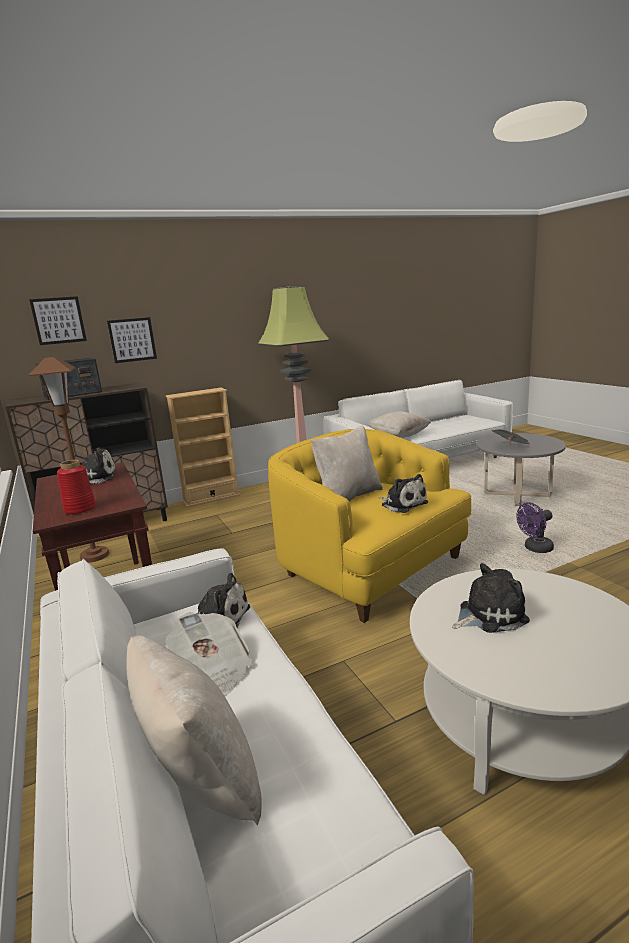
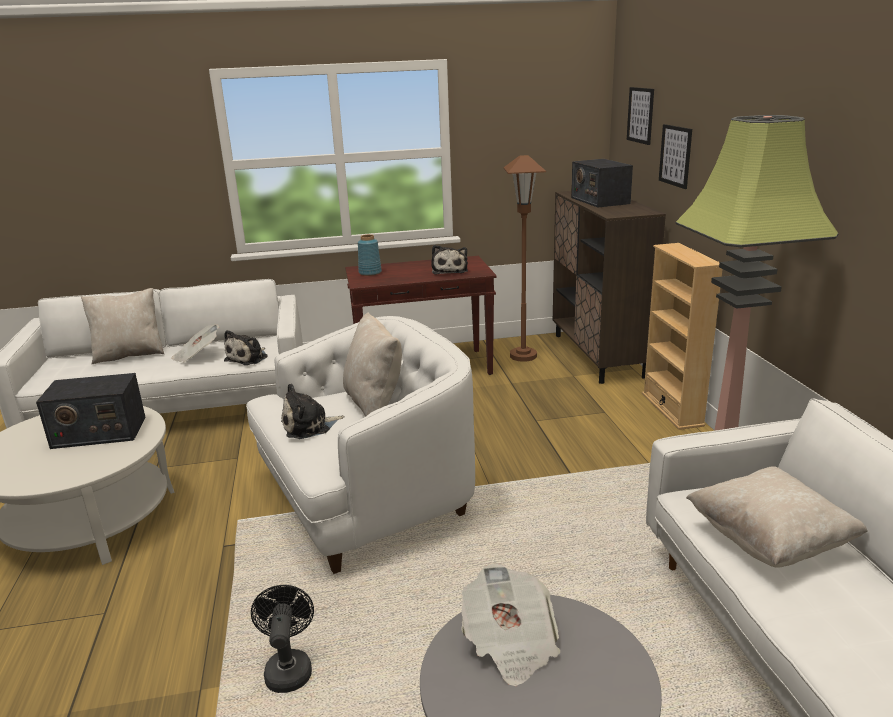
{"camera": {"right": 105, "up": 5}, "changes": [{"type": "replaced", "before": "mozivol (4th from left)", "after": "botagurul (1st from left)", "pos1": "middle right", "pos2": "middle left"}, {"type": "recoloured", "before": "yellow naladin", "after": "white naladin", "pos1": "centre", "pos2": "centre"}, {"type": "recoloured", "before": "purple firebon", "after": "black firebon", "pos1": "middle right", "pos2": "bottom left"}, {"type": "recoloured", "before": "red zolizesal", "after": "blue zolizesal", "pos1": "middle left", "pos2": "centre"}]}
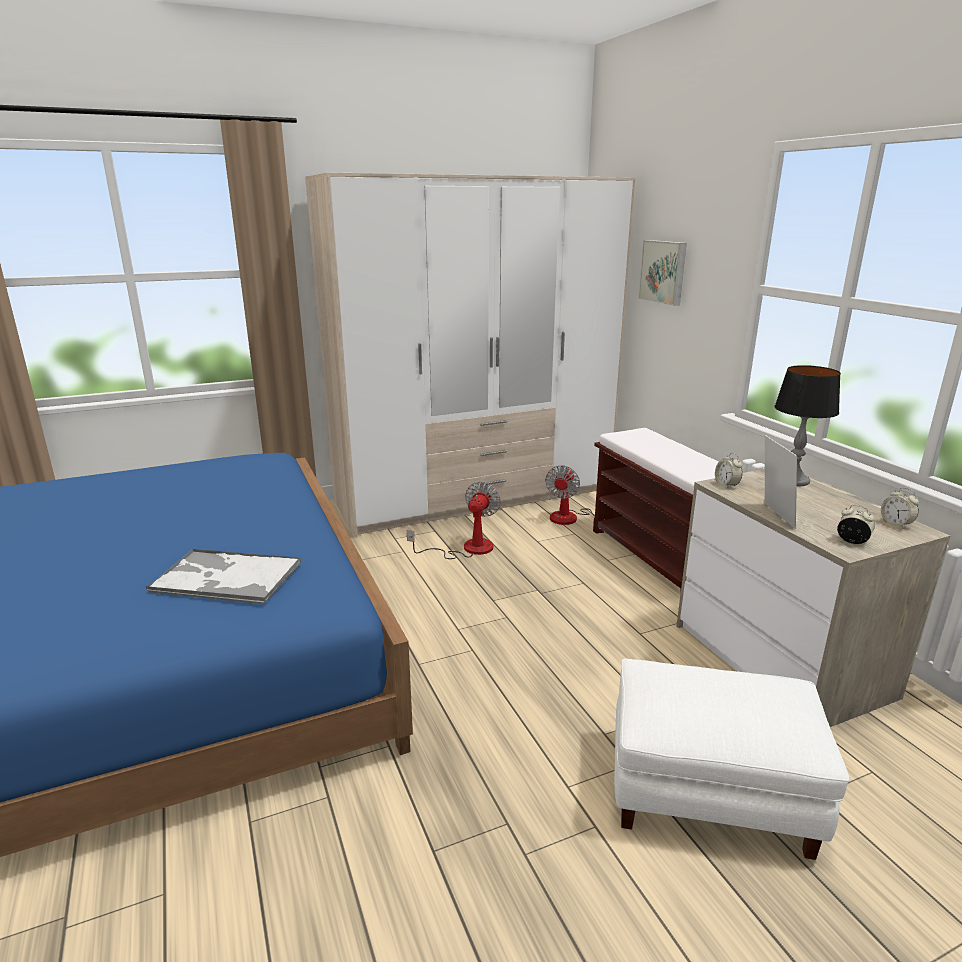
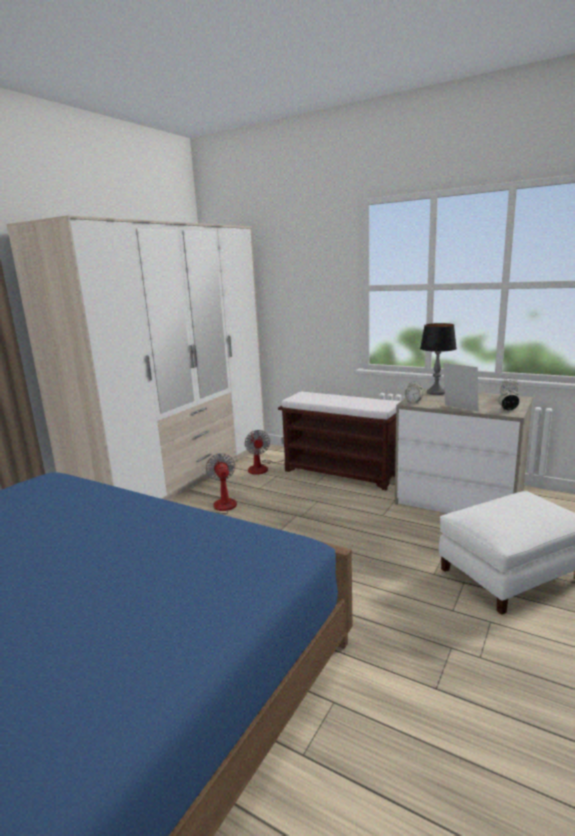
{"camera": {"right": -35, "up": -5}, "changes": [{"type": "removed", "before": "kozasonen", "pos1": "middle left"}, {"type": "removed", "before": "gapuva", "pos1": "top right"}]}
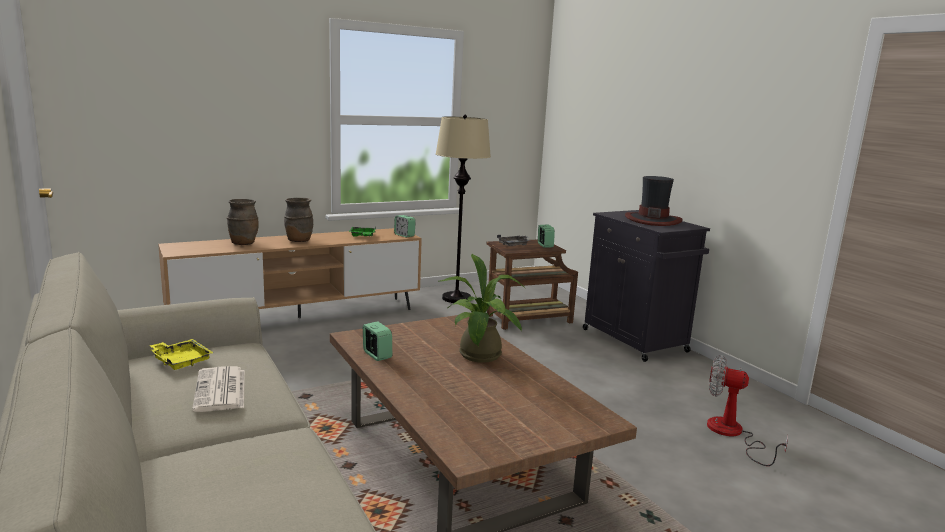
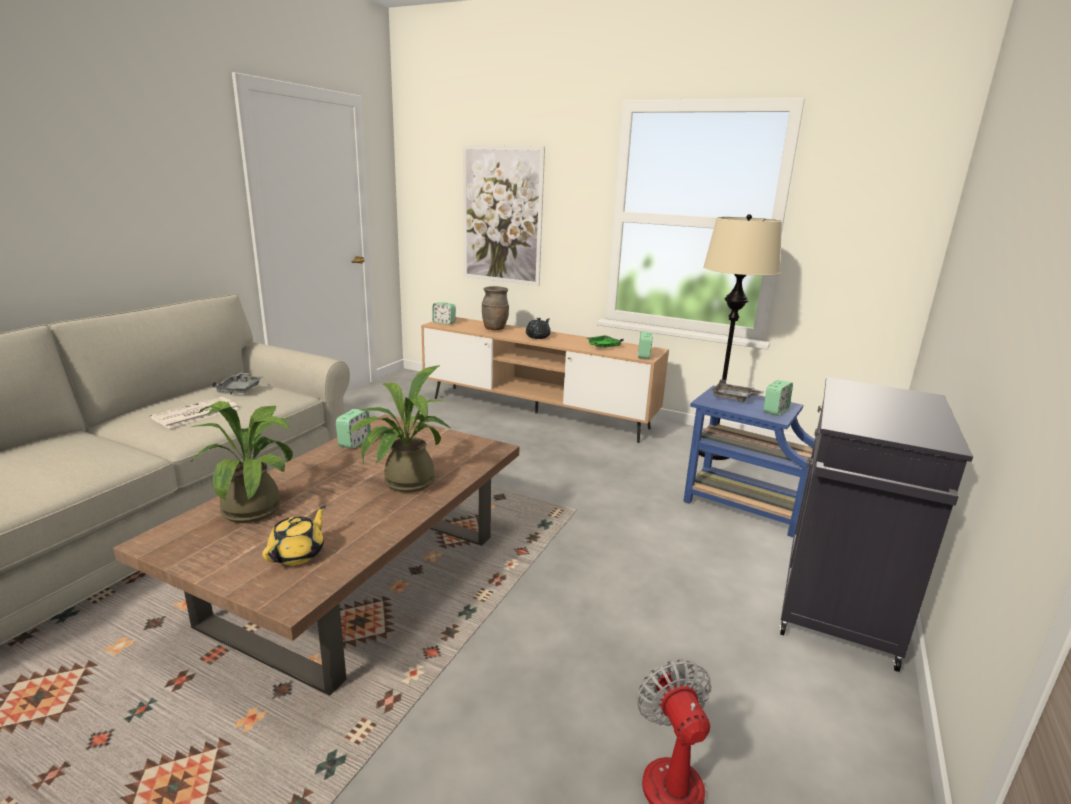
{"camera": {"right": 55, "up": 5}, "changes": [{"type": "added", "after": "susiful (1st from left)", "pos2": "middle left"}, {"type": "recoloured", "before": "yellow kozasonen", "after": "grey kozasonen (1st from left)", "pos1": "middle left", "pos2": "middle left"}, {"type": "added", "after": "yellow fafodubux", "pos2": "middle left"}, {"type": "added", "after": "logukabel (2nd from left)", "pos2": "centre"}, {"type": "added", "after": "gapuva", "pos2": "top centre"}, {"type": "replaced", "before": "brown zolizesal (2nd from left)", "after": "black fafodubux", "pos1": "middle left", "pos2": "centre"}, {"type": "recoloured", "before": "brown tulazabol", "after": "blue tulazabol", "pos1": "centre", "pos2": "middle right"}, {"type": "removed", "before": "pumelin", "pos1": "middle right"}]}
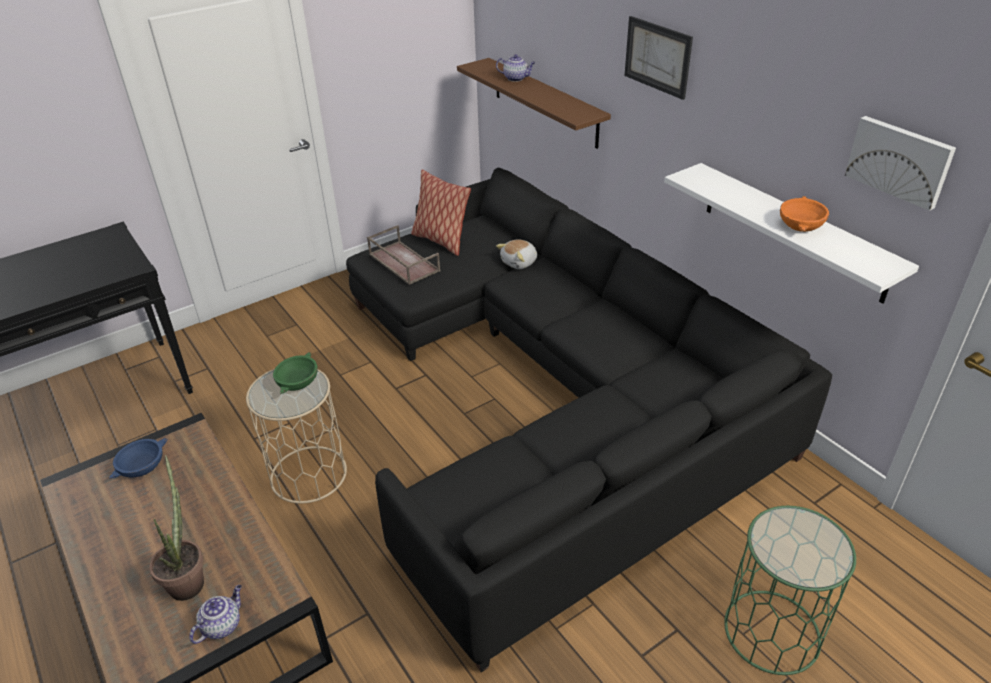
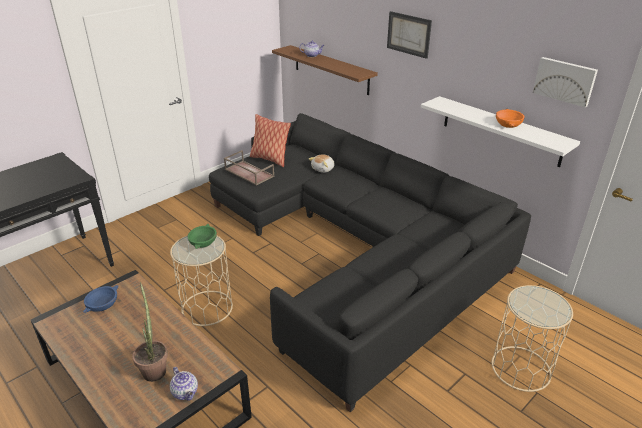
{"camera": {"right": -10, "up": -5}, "changes": [{"type": "turned", "before": "fafodubux (1st from left)", "pos1": "bottom left", "pos2": "bottom left", "turn": 120}, {"type": "recoloured", "before": "green tulazabol", "after": "beige tulazabol (2nd from left)", "pos1": "bottom right", "pos2": "bottom right"}]}
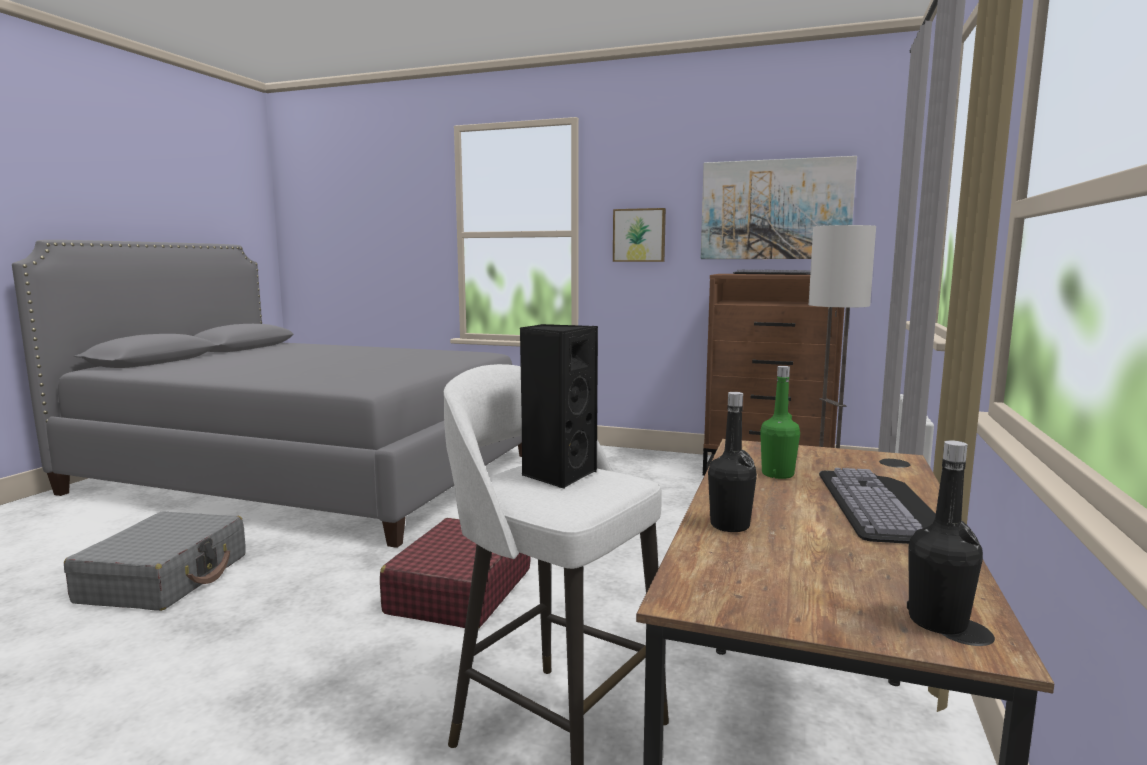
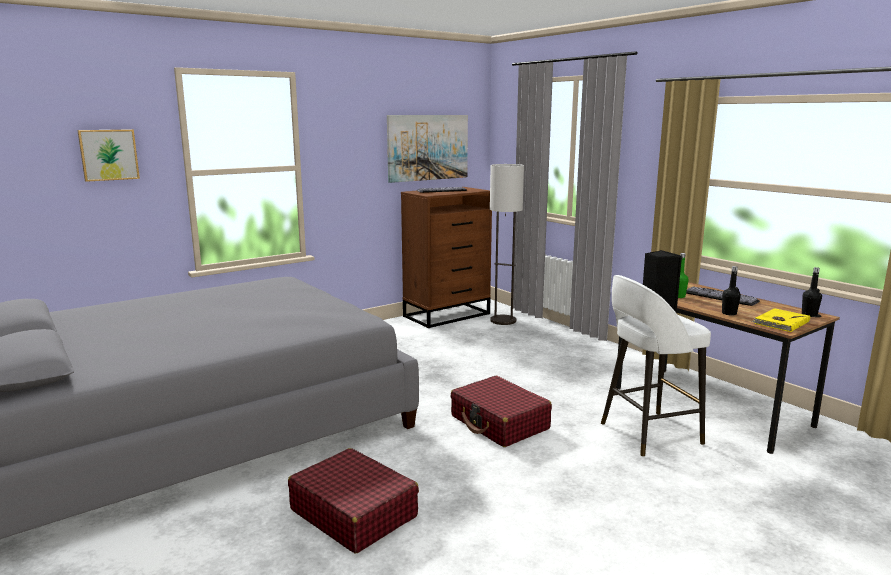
{"camera": {"right": -55, "up": 5}, "changes": [{"type": "moved", "before": "gapuva (1st from left)", "pos1": "top centre", "pos2": "top left"}, {"type": "recoloured", "before": "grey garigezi", "after": "red garigezi (1st from left)", "pos1": "bottom left", "pos2": "bottom centre"}, {"type": "added", "after": "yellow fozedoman", "pos2": "middle right"}]}
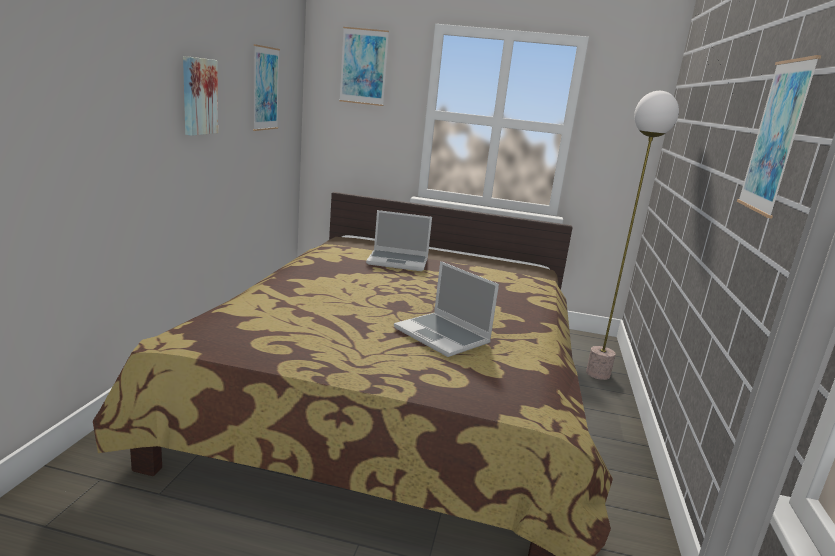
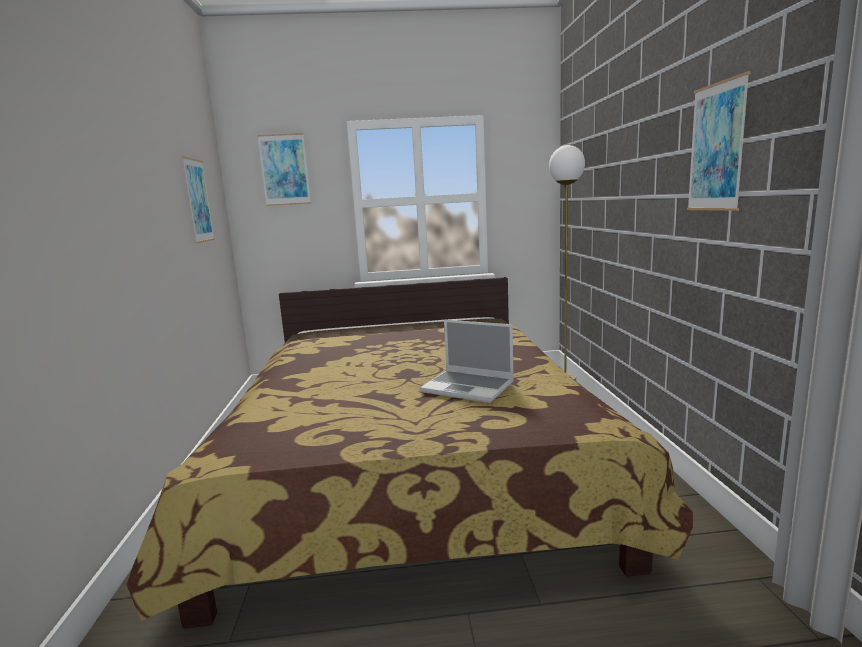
{"camera": {"right": -15, "up": -5}, "changes": [{"type": "removed", "before": "gapuva (1st from left)", "pos1": "top left"}, {"type": "removed", "before": "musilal (1st from left)", "pos1": "centre"}]}
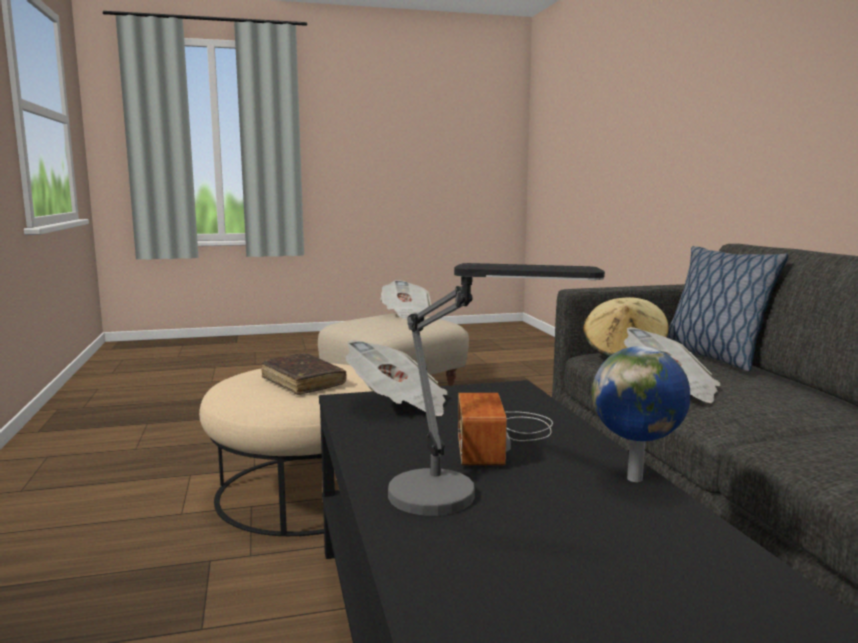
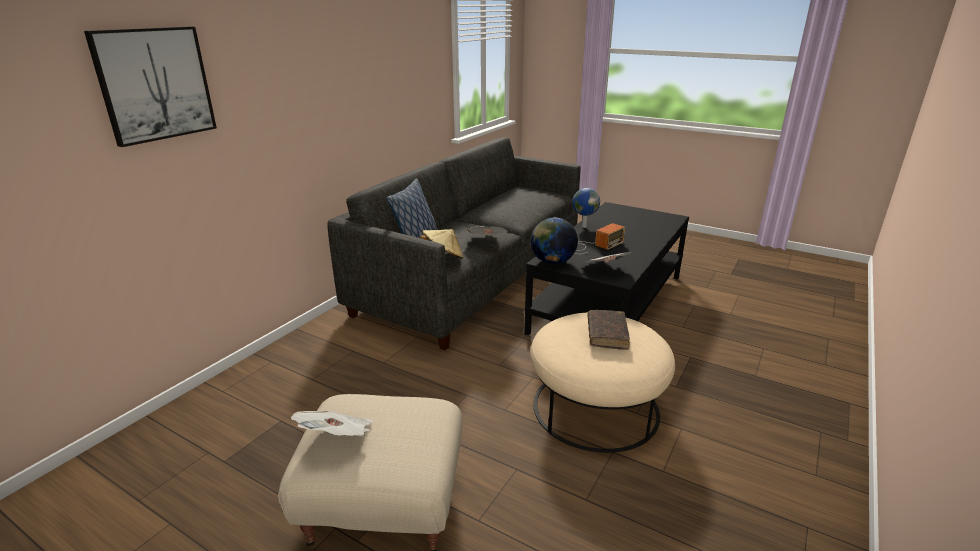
{"camera": {"right": -135, "up": 15}, "changes": [{"type": "added", "after": "gapuva", "pos2": "top left"}, {"type": "added", "after": "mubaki (1st from left)", "pos2": "centre"}, {"type": "removed", "before": "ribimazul", "pos1": "centre"}]}
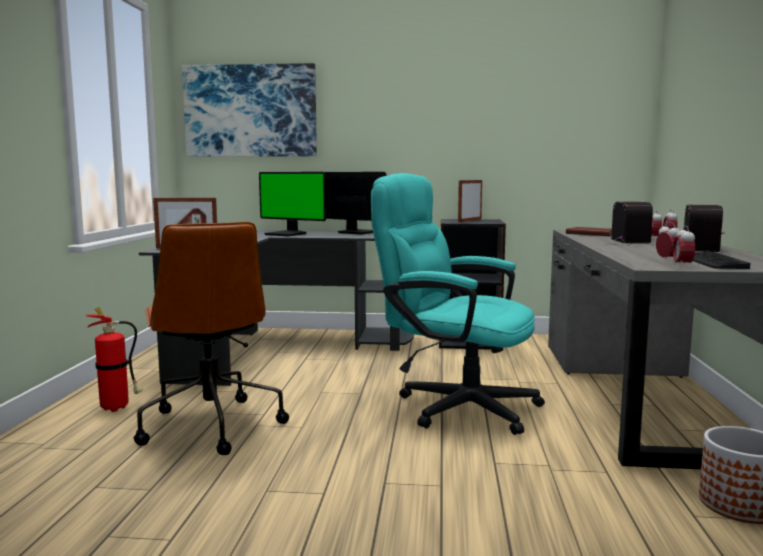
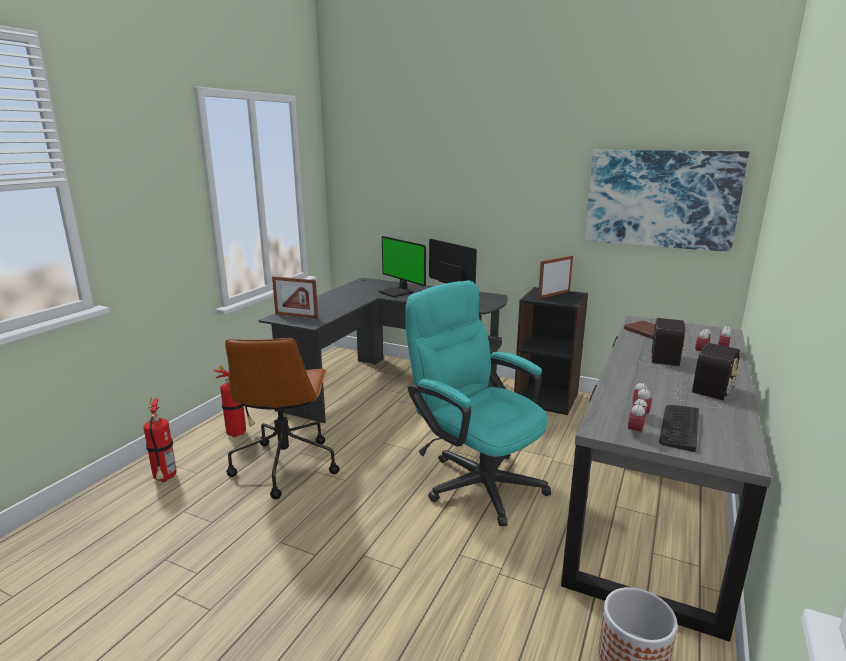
{"camera": {"right": 20, "up": 10}, "changes": [{"type": "added", "after": "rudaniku (1st from left)", "pos2": "middle left"}, {"type": "moved", "before": "gapuva", "pos1": "top left", "pos2": "top right"}]}
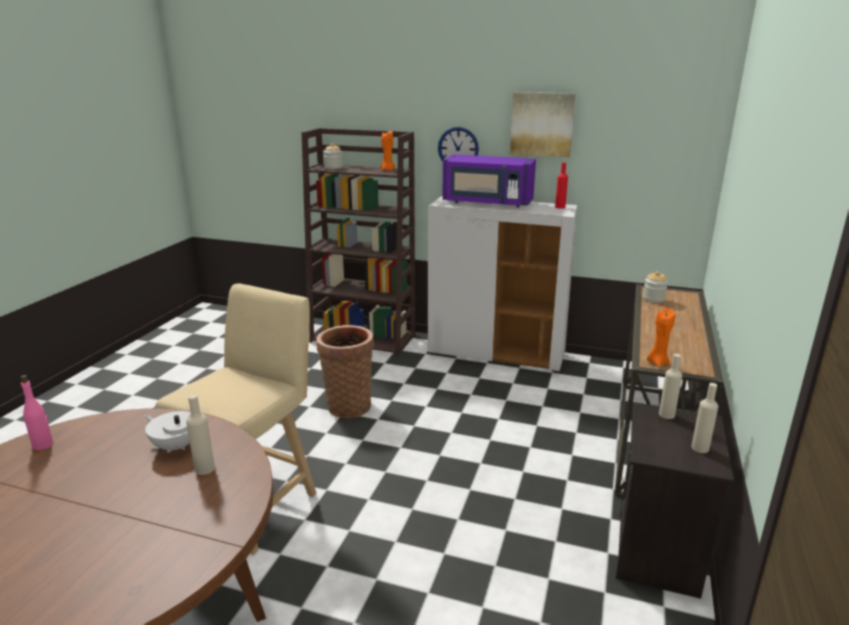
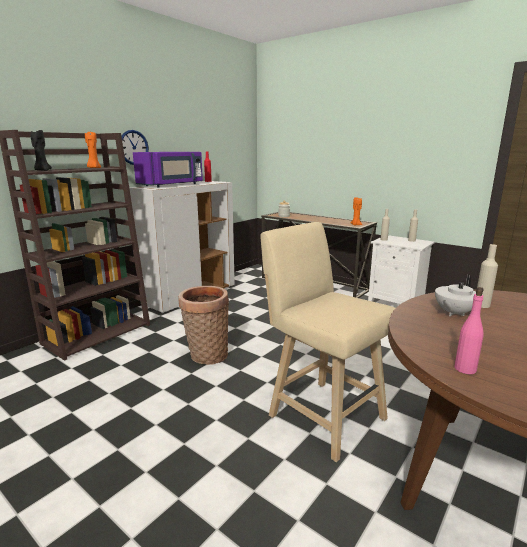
{"camera": {"right": -70, "up": -5}, "changes": [{"type": "replaced", "before": "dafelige (1st from left)", "after": "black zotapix", "pos1": "top centre", "pos2": "top left"}, {"type": "recoloured", "before": "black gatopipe", "after": "white gatopipe", "pos1": "bottom right", "pos2": "middle right"}, {"type": "removed", "before": "gapuva", "pos1": "top centre"}]}
